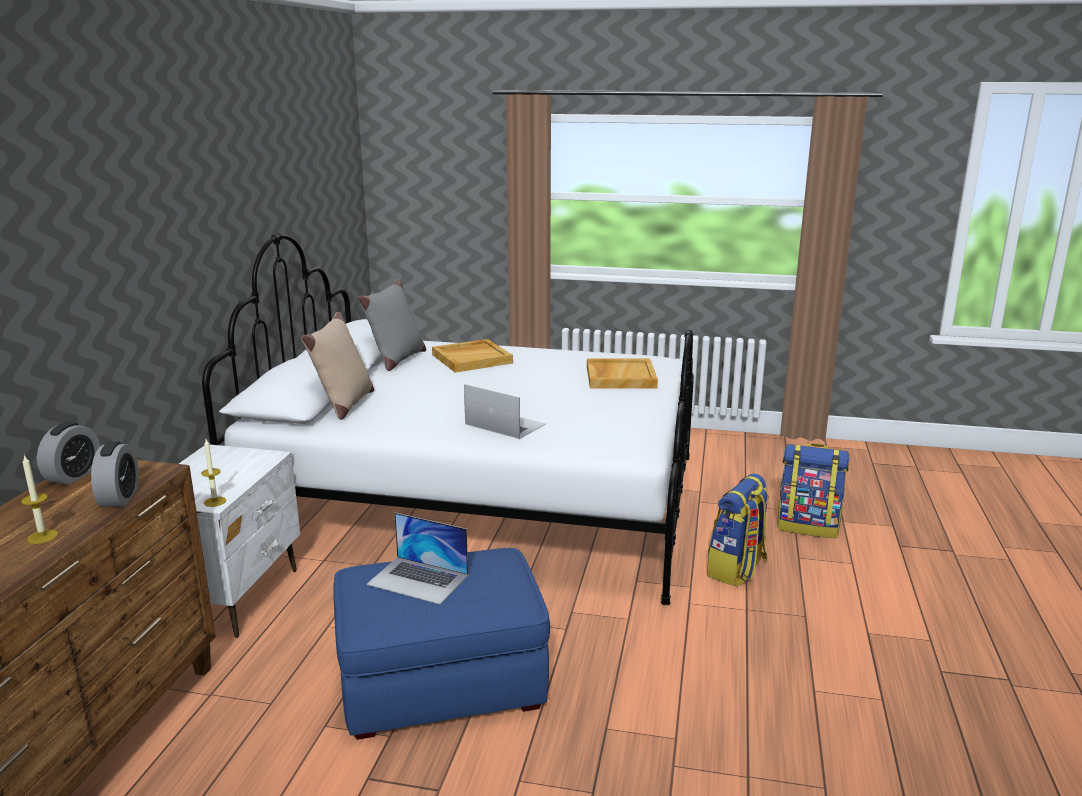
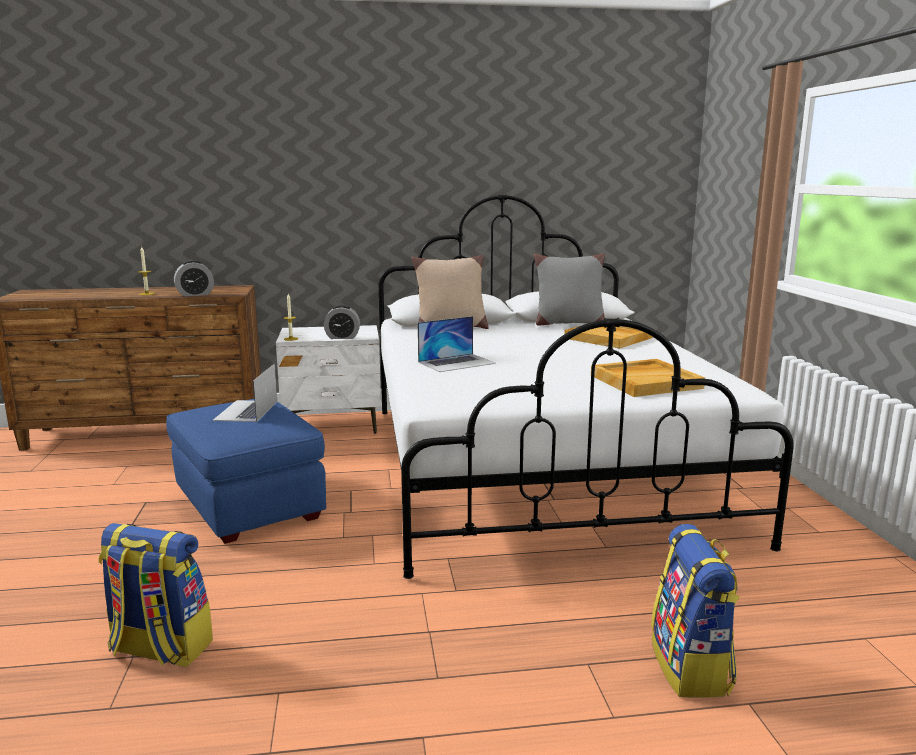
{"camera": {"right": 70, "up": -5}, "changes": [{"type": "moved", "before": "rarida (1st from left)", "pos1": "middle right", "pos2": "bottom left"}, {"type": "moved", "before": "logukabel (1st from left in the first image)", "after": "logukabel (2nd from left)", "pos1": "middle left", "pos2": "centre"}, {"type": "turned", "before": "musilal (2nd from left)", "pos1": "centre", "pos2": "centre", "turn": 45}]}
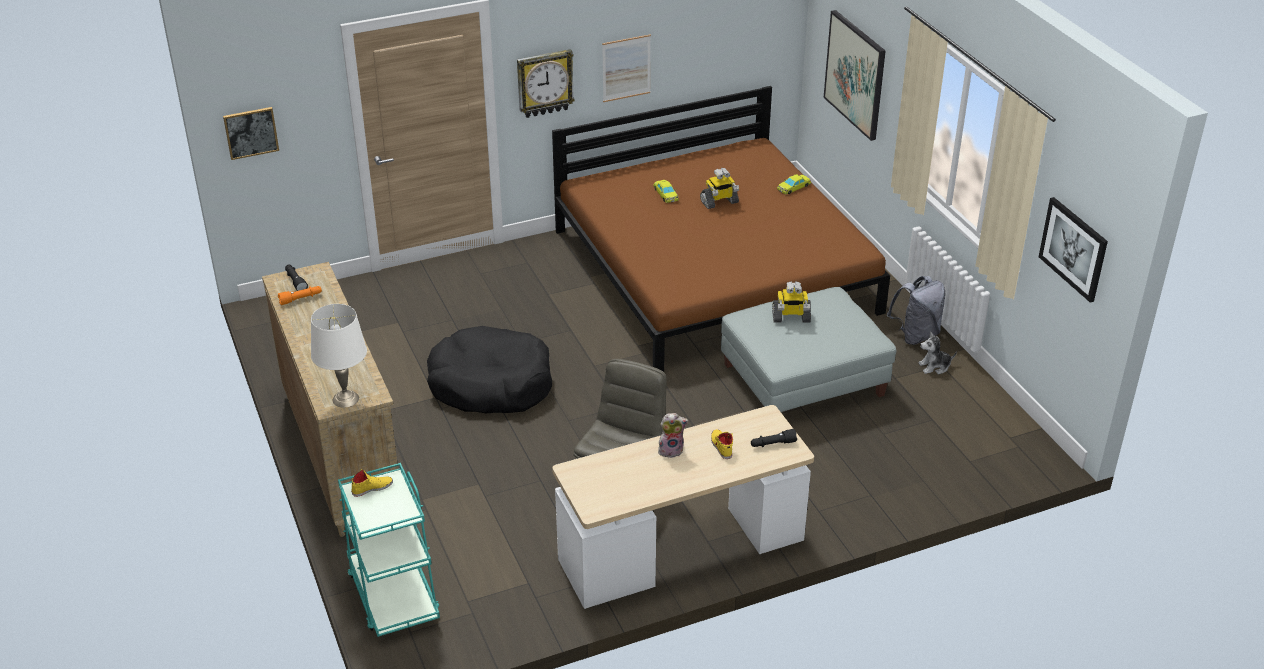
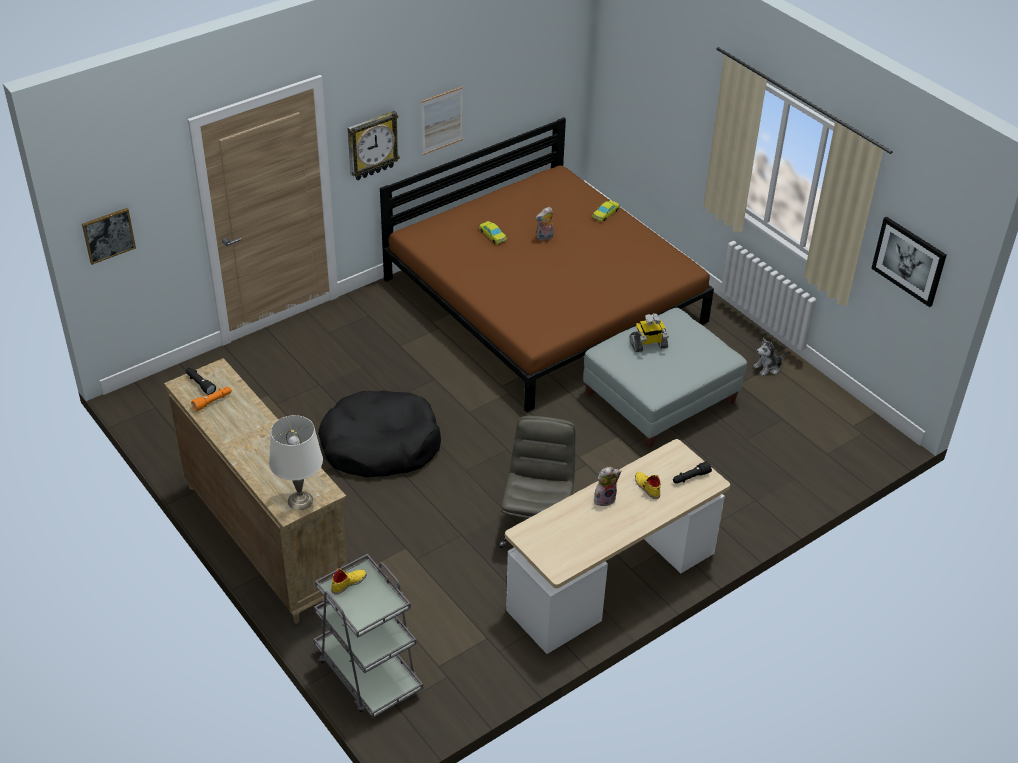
{"camera": {"right": -15, "up": 5}, "changes": [{"type": "recoloured", "before": "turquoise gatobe", "after": "grey gatobe", "pos1": "bottom left", "pos2": "bottom centre"}, {"type": "replaced", "before": "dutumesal (1st from left)", "after": "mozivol (1st from left)", "pos1": "top centre", "pos2": "top centre"}, {"type": "removed", "before": "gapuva (3rd from left)", "pos1": "top right"}, {"type": "removed", "before": "grey rarida", "pos1": "middle right"}]}
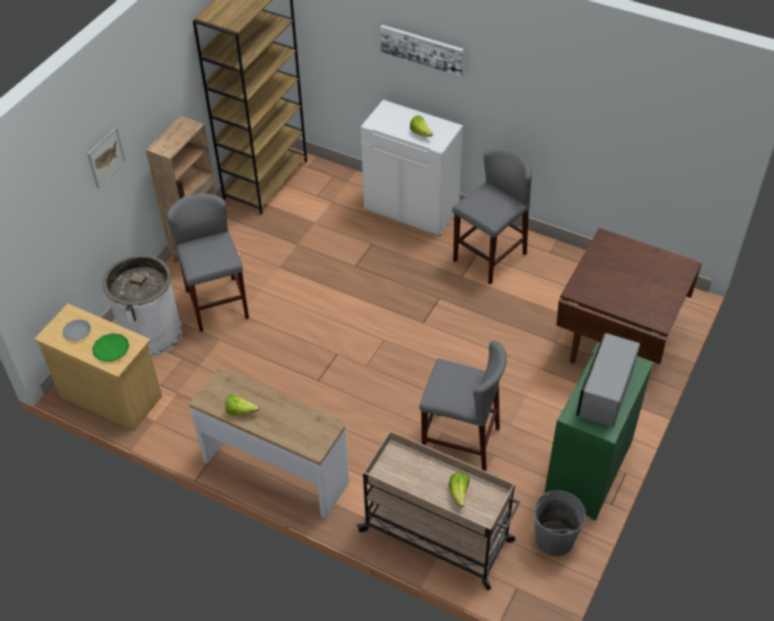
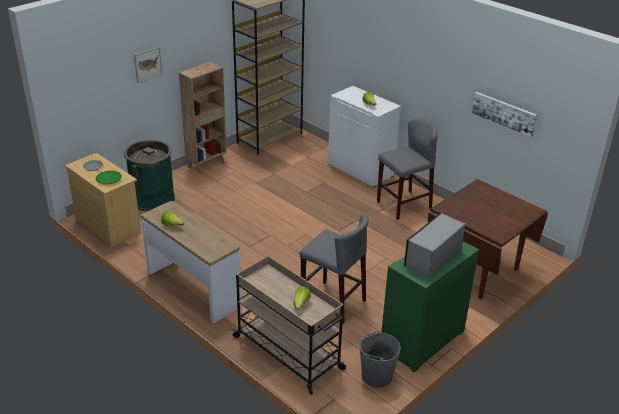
{"camera": {"right": 15, "up": -15}, "changes": [{"type": "recoloured", "before": "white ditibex", "after": "green ditibex", "pos1": "middle left", "pos2": "middle left"}, {"type": "moved", "before": "gapuva (2nd from left)", "pos1": "top centre", "pos2": "top right"}, {"type": "removed", "before": "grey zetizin (1st from left)", "pos1": "middle left"}]}
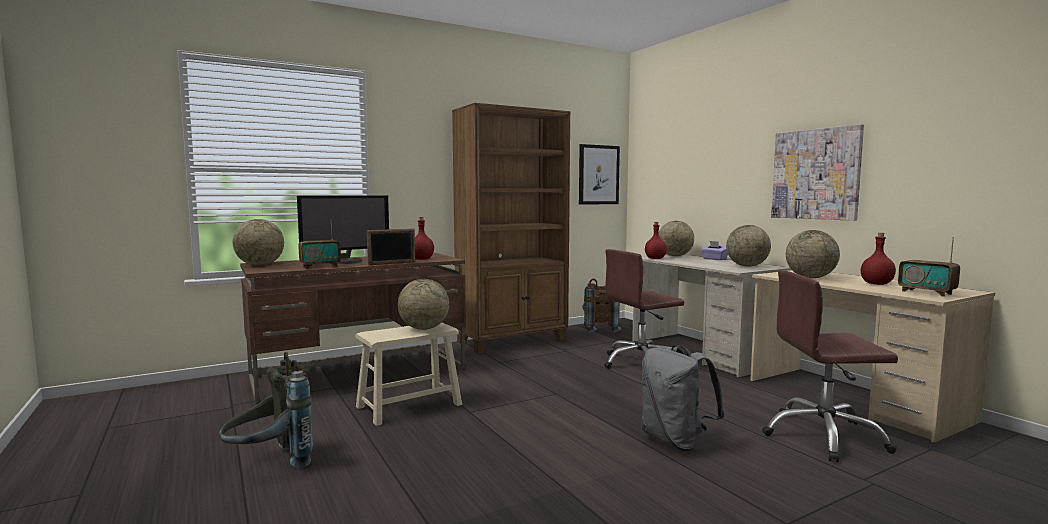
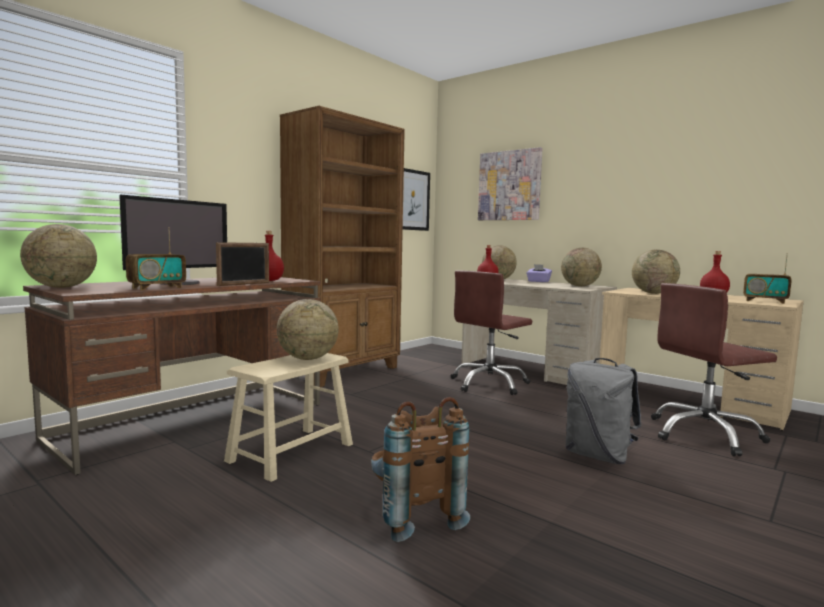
{"camera": {"right": -20, "up": 0}, "changes": [{"type": "moved", "before": "brown rarida", "pos1": "centre", "pos2": "bottom centre"}, {"type": "moved", "before": "gapuva (2nd from left)", "pos1": "top right", "pos2": "top centre"}, {"type": "removed", "before": "grey rarida (1st from left)", "pos1": "bottom left"}]}
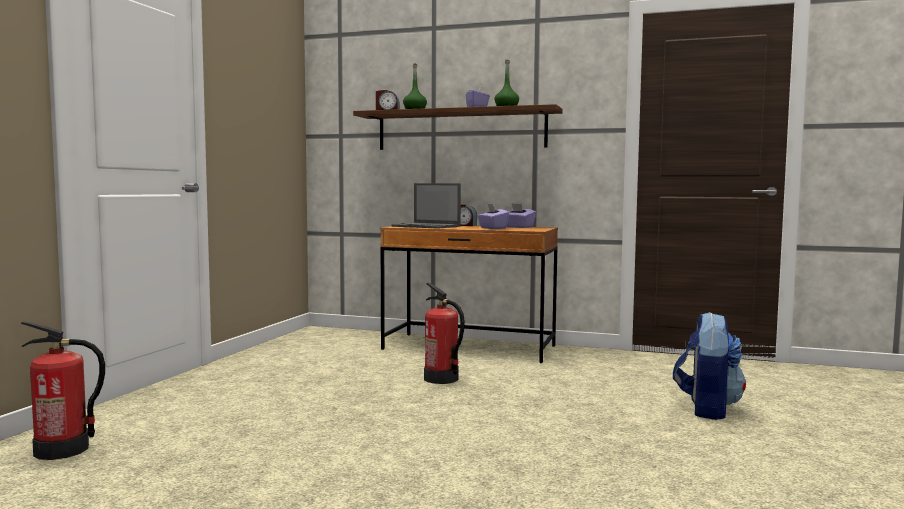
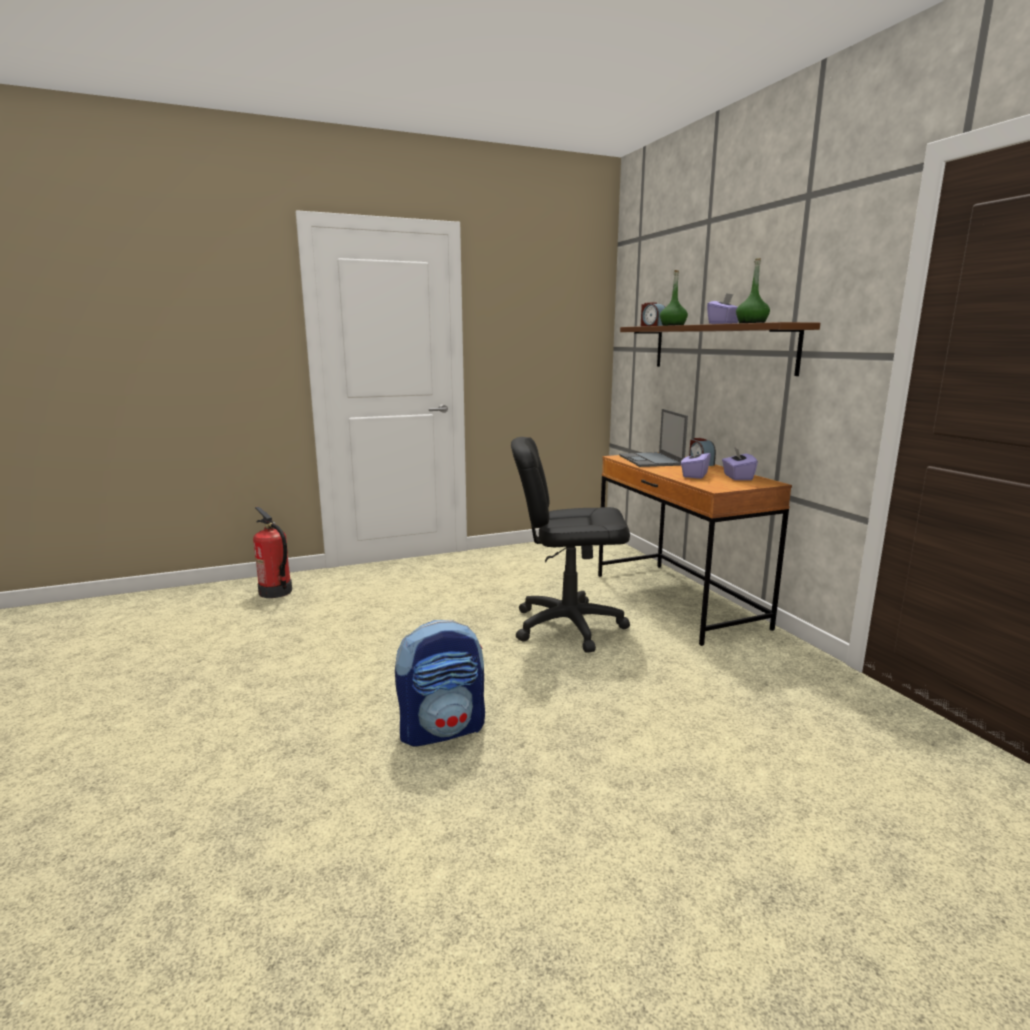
{"camera": {"right": 50, "up": 10}, "changes": [{"type": "moved", "before": "rarida", "pos1": "bottom right", "pos2": "centre"}, {"type": "replaced", "before": "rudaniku (2nd from left)", "after": "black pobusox", "pos1": "centre", "pos2": "centre"}]}
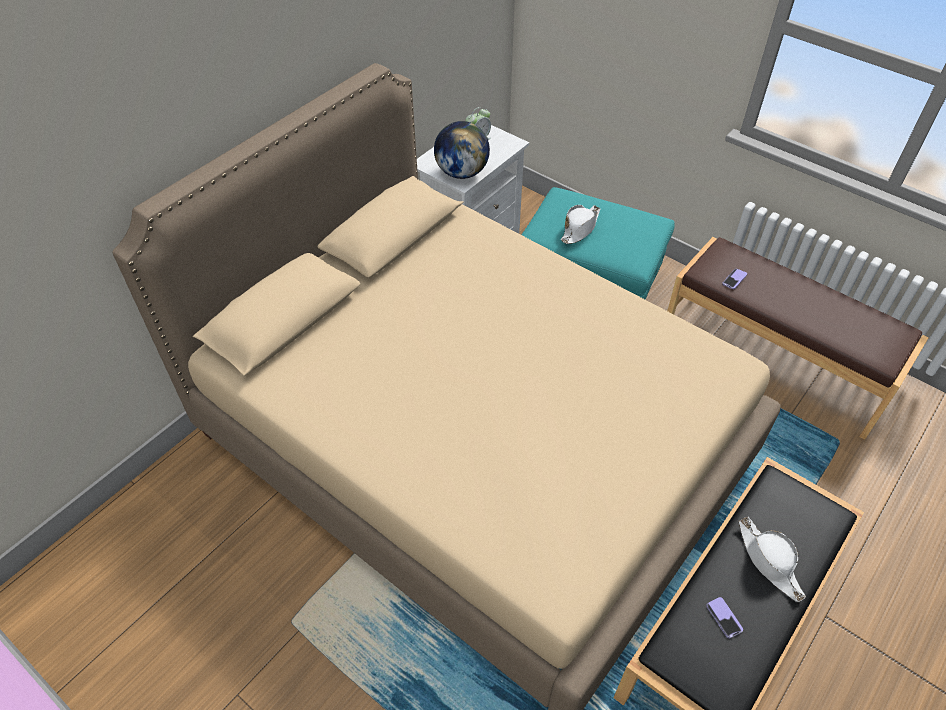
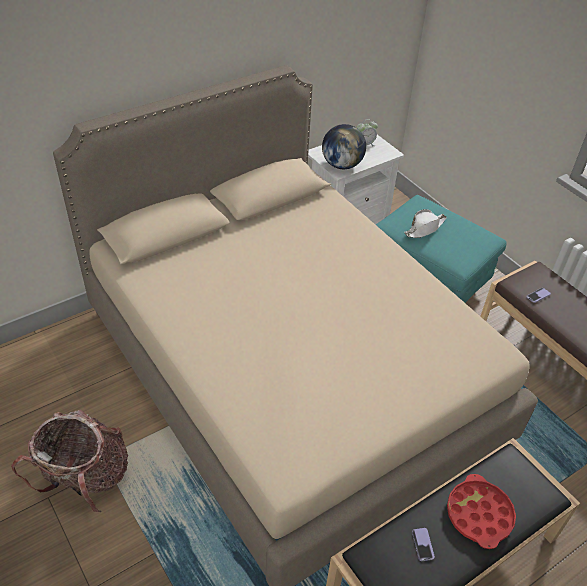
{"camera": {"right": 15, "up": -5}, "changes": [{"type": "added", "after": "rarida", "pos2": "bottom left"}, {"type": "replaced", "before": "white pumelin (2nd from left)", "after": "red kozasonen", "pos1": "bottom right", "pos2": "bottom right"}]}
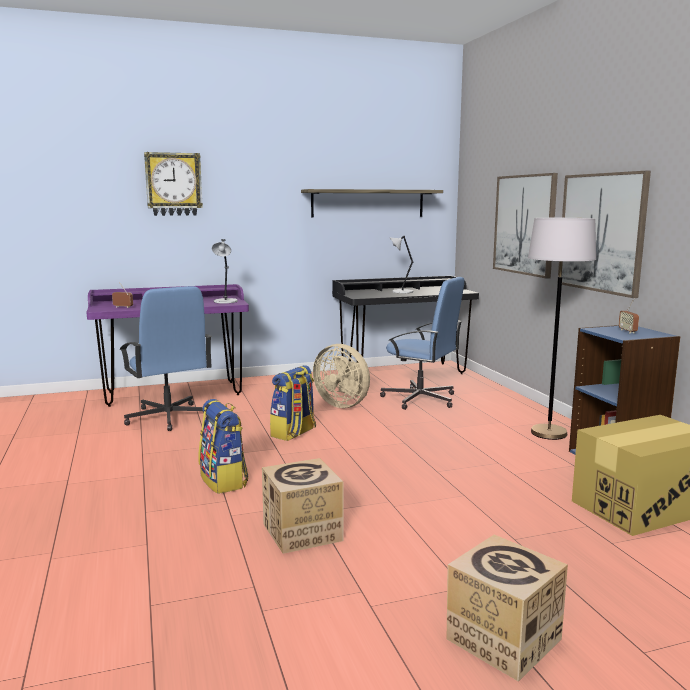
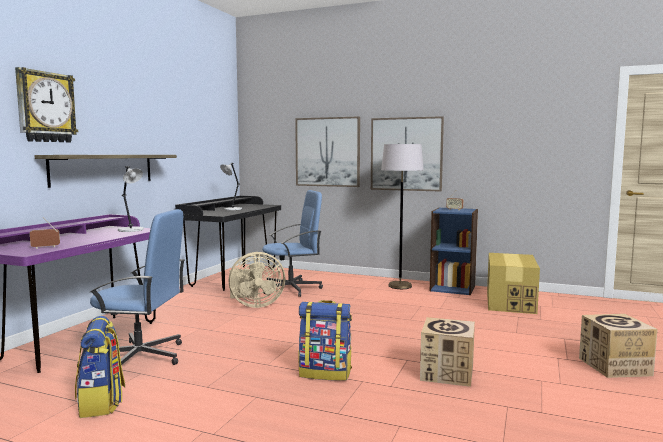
{"camera": {"right": -50, "up": -5}, "changes": [{"type": "moved", "before": "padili", "pos1": "top centre", "pos2": "middle left"}, {"type": "moved", "before": "rarida (2nd from left in the first image)", "after": "rarida (1st from left)", "pos1": "centre", "pos2": "bottom left"}]}
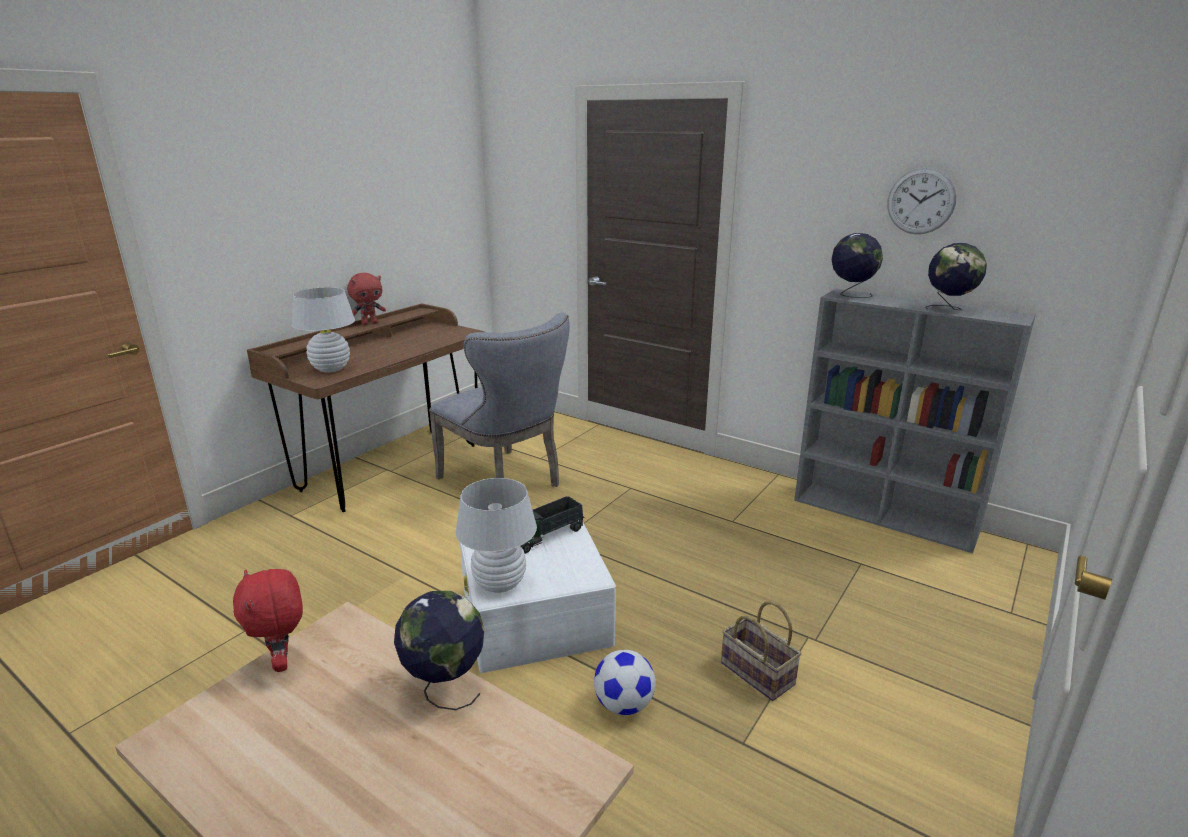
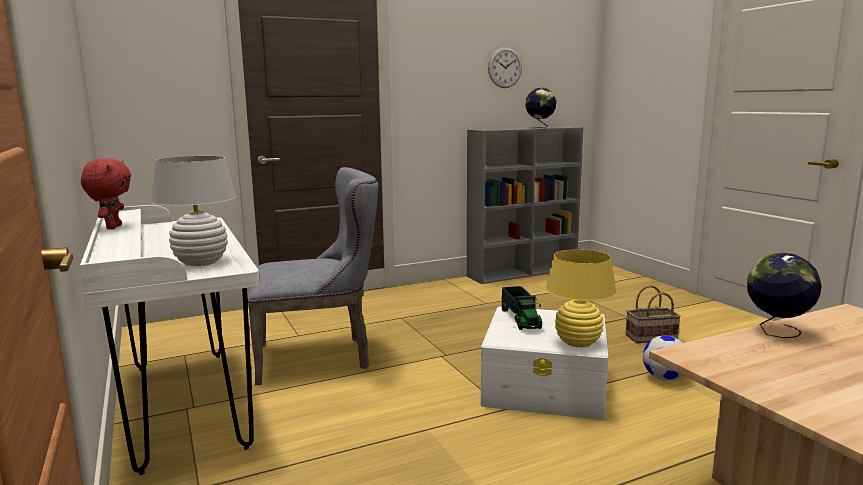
{"camera": {"right": -60, "up": -10}, "changes": [{"type": "recoloured", "before": "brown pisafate", "after": "white pisafate", "pos1": "middle left", "pos2": "bottom left"}, {"type": "recoloured", "before": "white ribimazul (2nd from left)", "after": "yellow ribimazul", "pos1": "centre", "pos2": "middle right"}, {"type": "removed", "before": "red mozivol (1st from left)", "pos1": "bottom left"}, {"type": "removed", "before": "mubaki (2nd from left)", "pos1": "top right"}]}
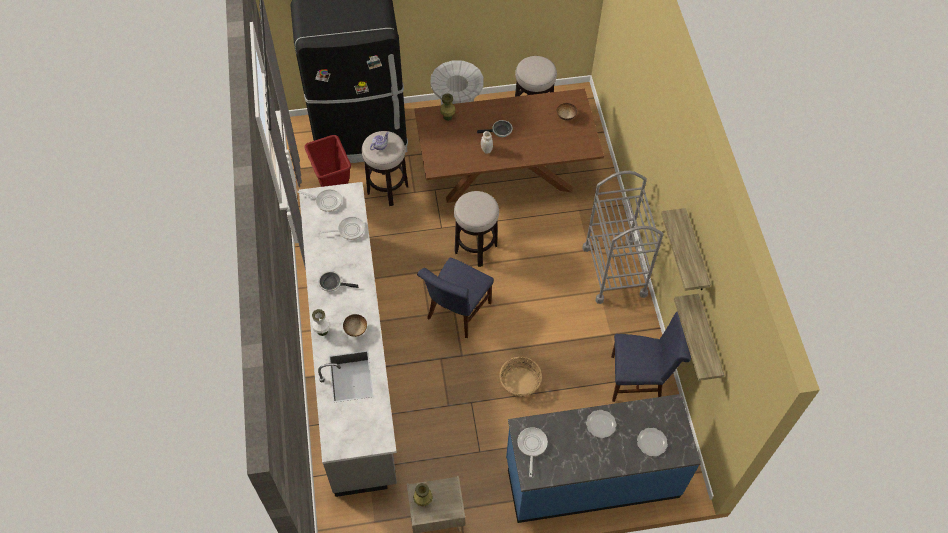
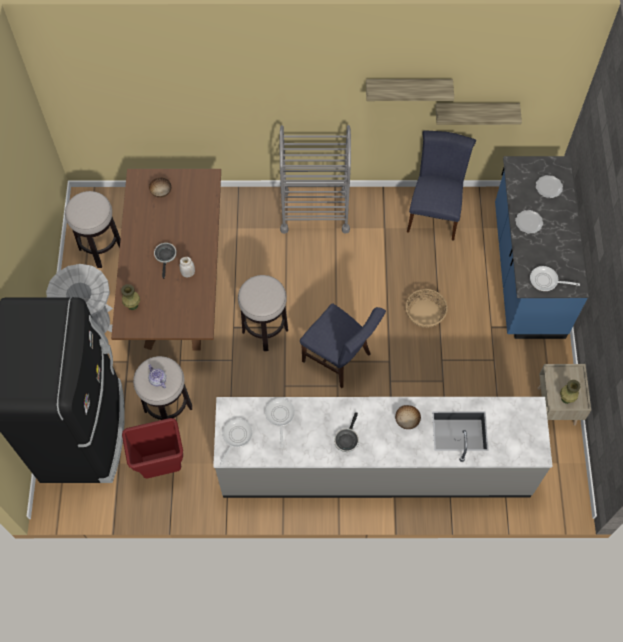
{"camera": {"right": -80, "up": 5}, "changes": [{"type": "removed", "before": "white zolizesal", "pos1": "centre"}]}
